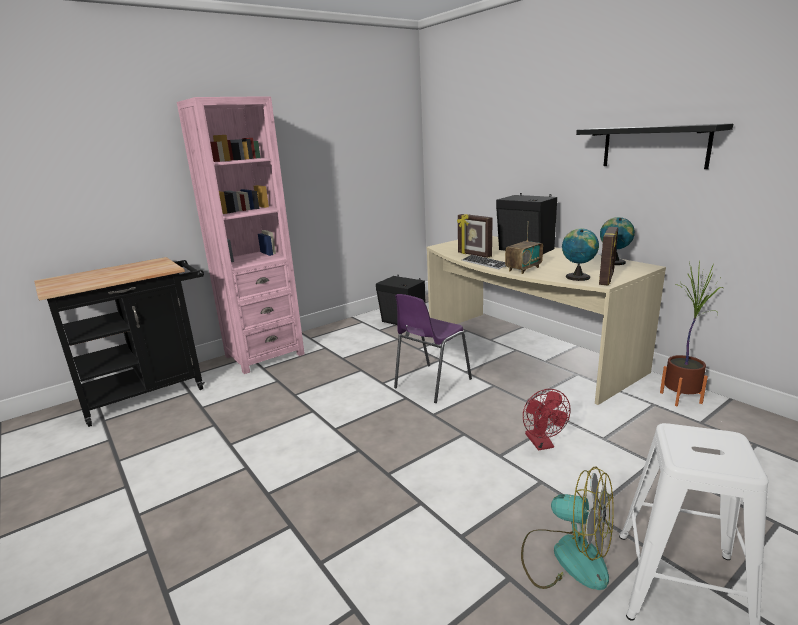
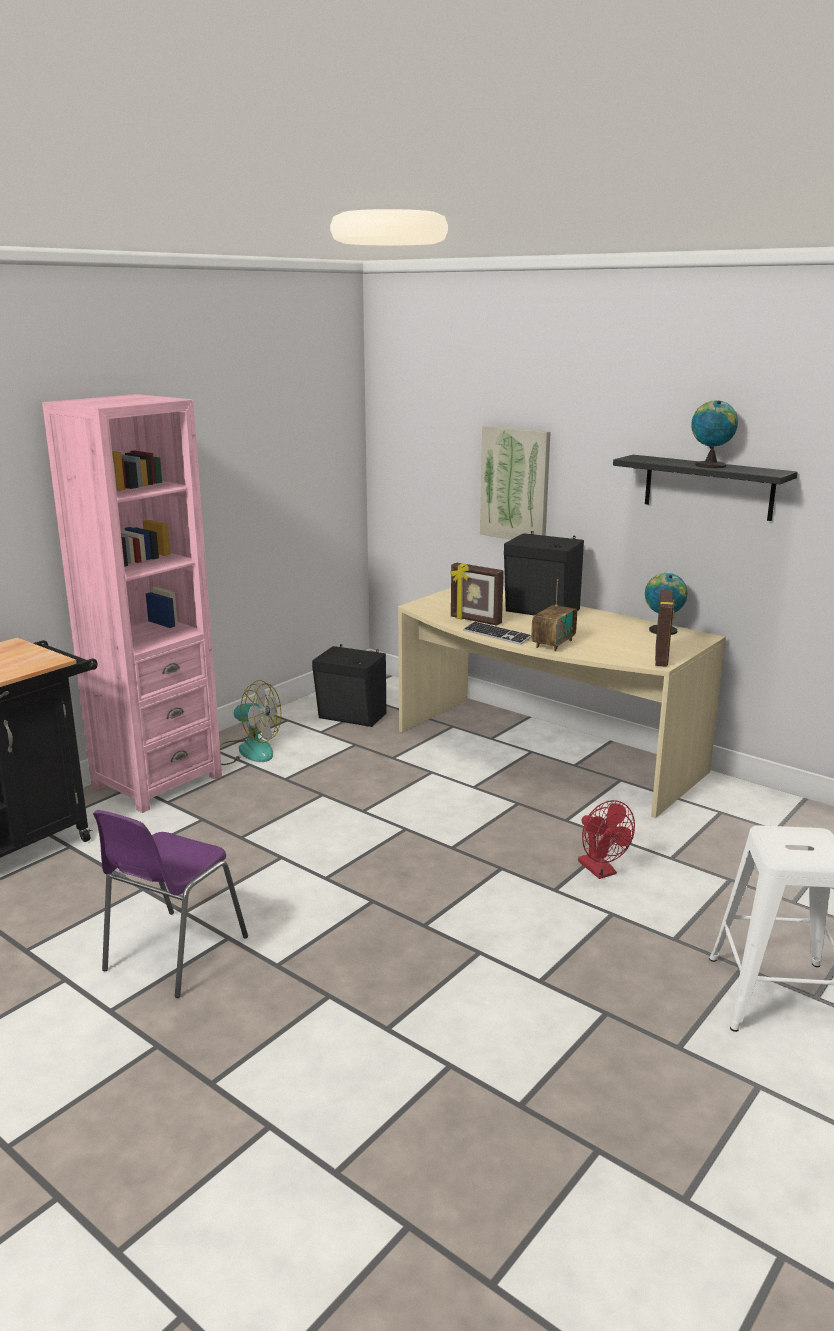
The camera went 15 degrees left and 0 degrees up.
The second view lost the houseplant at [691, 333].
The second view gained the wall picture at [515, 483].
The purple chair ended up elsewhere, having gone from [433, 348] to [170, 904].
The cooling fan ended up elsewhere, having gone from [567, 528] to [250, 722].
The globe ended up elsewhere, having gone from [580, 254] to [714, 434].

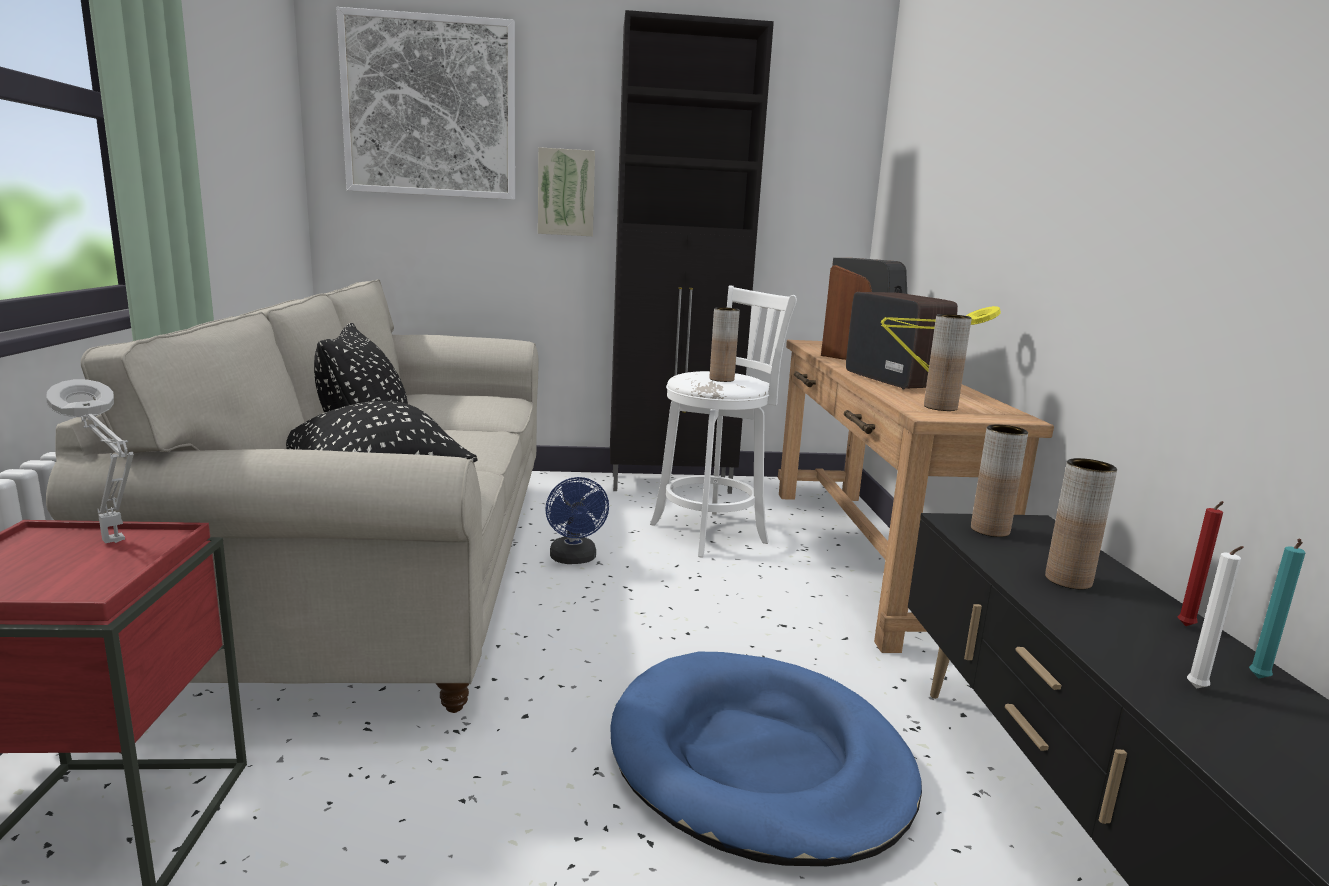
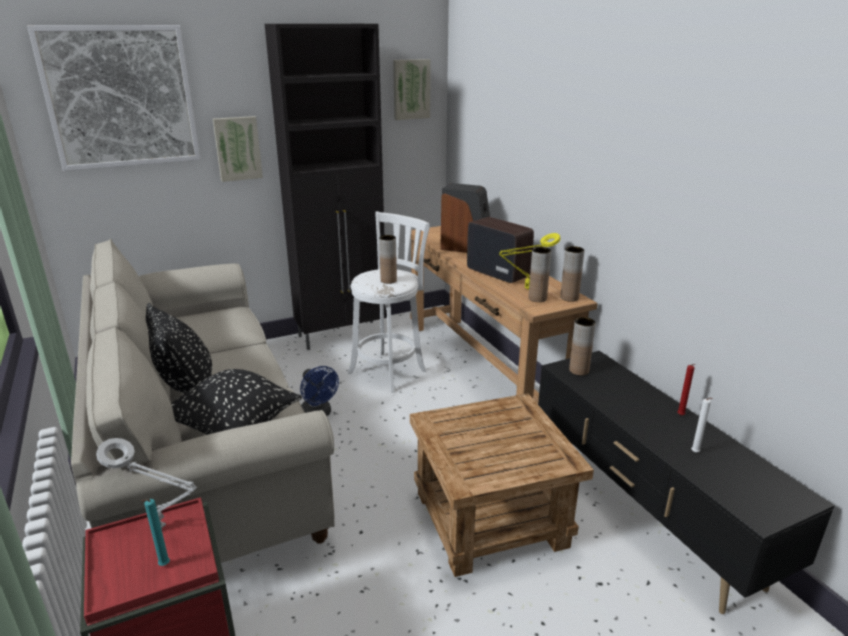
The camera went 20 degrees left and 10 degrees up.
The second view gained the wall picture at [411, 89].
The brown vase ended up elsewhere, having gone from [1081, 524] to [572, 274].
The blue-green wax candle ended up elsewhere, having gone from [1277, 608] to [155, 532].
Where the blue-coloured dog cushion stood at [766, 759], the brown side table came to stand at [502, 485].

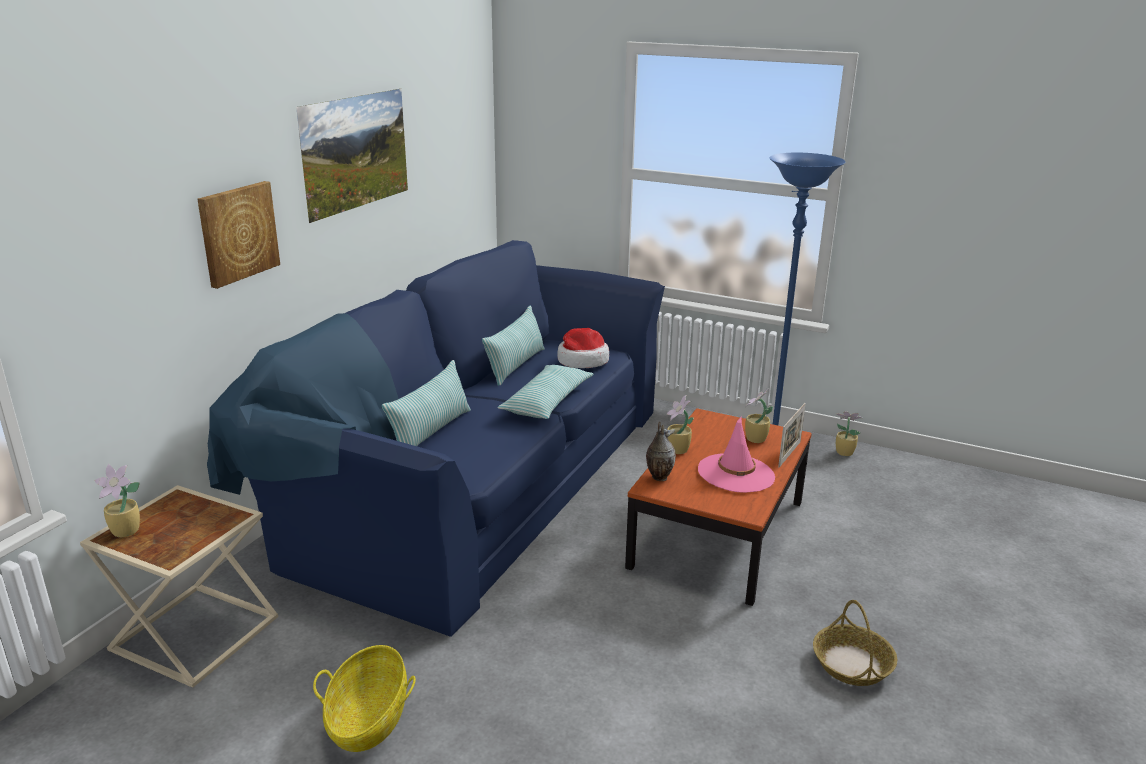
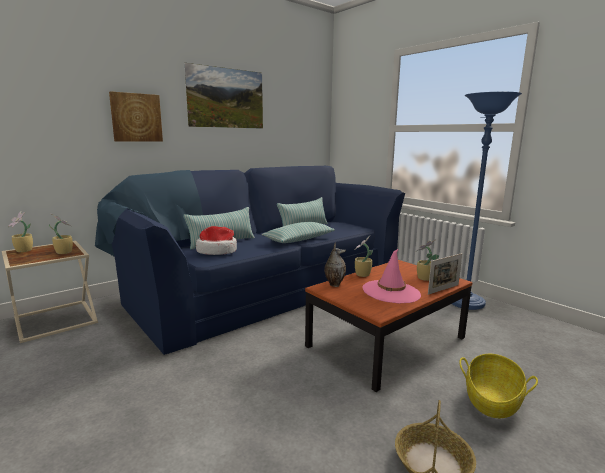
The camera went 25 degrees right and 10 degrees down.
The basket ended up elsewhere, having gone from [364, 698] to [498, 386].
The wearable hat ended up elsewhere, having gone from [583, 348] to [216, 240].
The houseplant ended up elsewhere, having gone from [849, 433] to [61, 234].

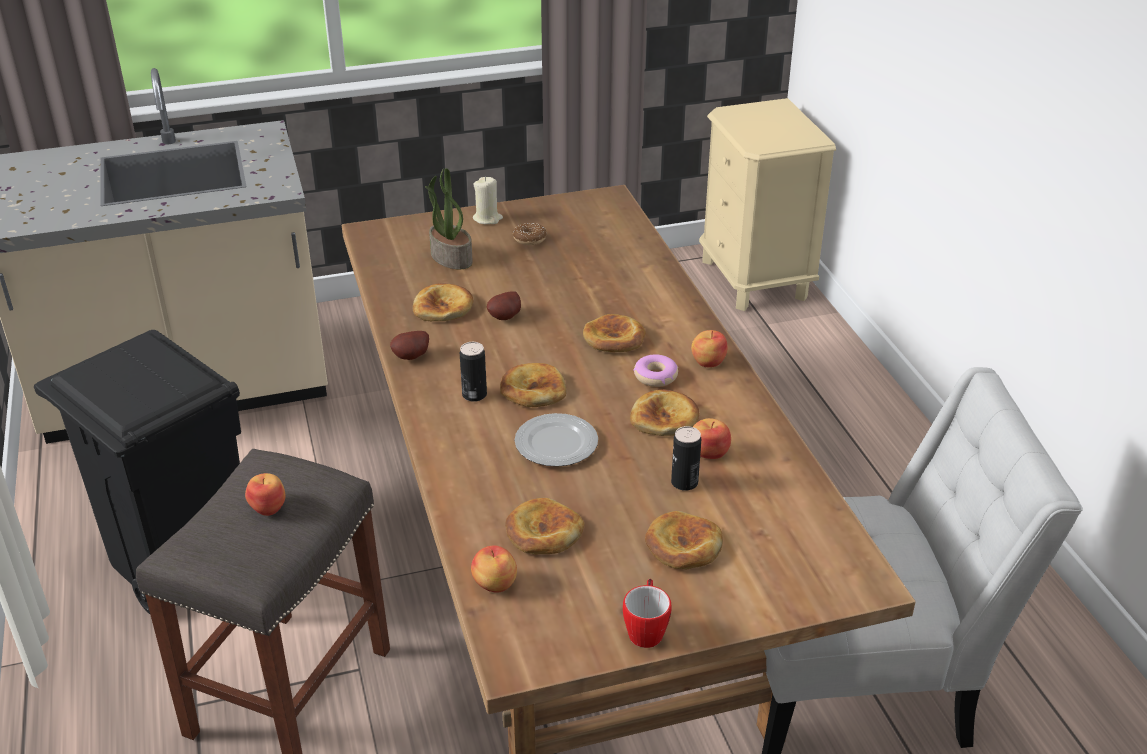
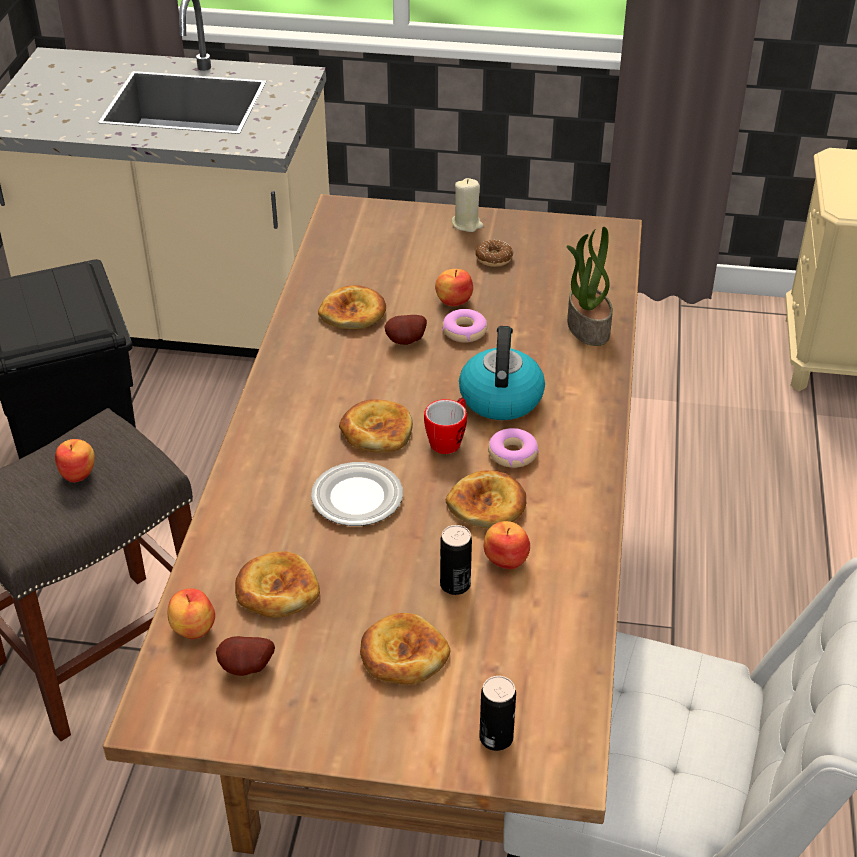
The camera went 25 degrees right and 5 degrees up.
The second view gained the ring doughnut at [465, 326].
The spud ended up elsewhere, having gone from [409, 345] to [245, 656].
The houseplant ended up elsewhere, having gone from [449, 218] to [590, 286].
The sealed can ended up elsewhere, having gone from [473, 372] to [497, 713].
The tea mug ended up elsewhere, having gone from [647, 613] to [445, 426].
The apple fruit ended up elsewhere, having gone from [709, 349] to [454, 287].
Where the bakery bread stood at [614, 333], the water kettle came to stand at [502, 373].

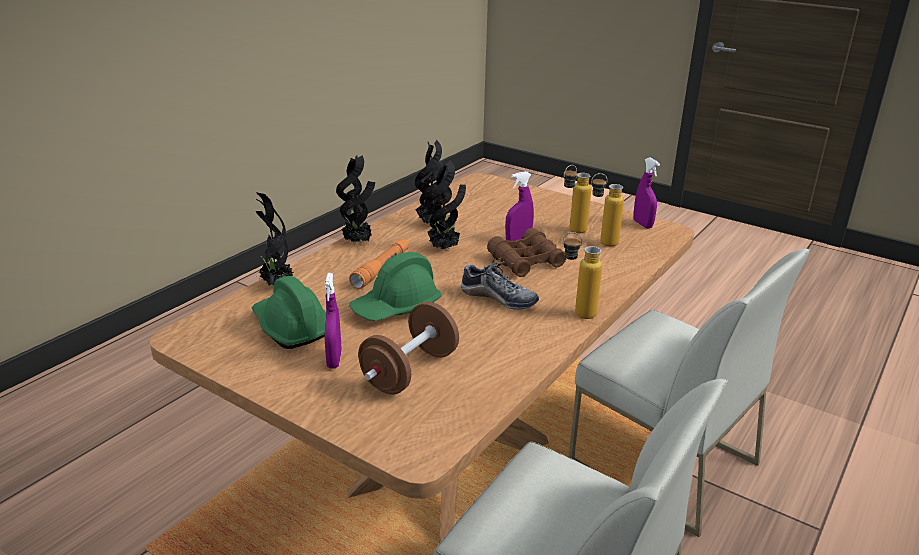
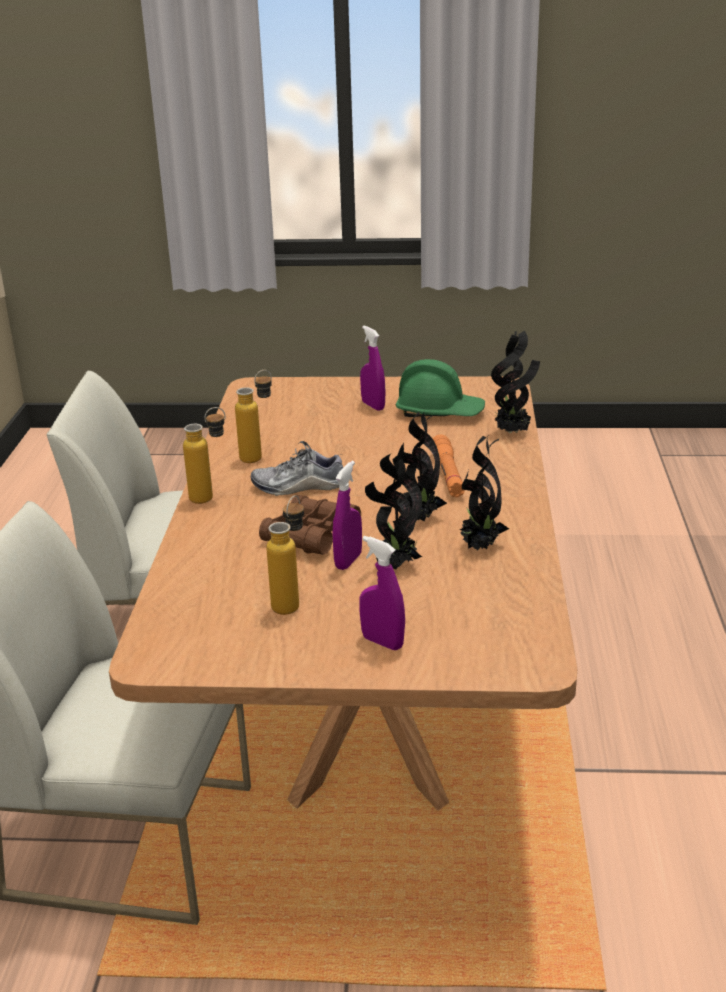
The camera went 150 degrees right and 0 degrees up.
The second view lost the green work helmet at [395, 286].
The second view lost the brown free weight at [408, 348].
The houseplant ended up elsewhere, having gone from [355, 199] to [393, 511].
The beverage bottle ended up elsewhere, having gone from [607, 209] to [253, 416].
The purple spray bottle ended up elsewhere, having gone from [646, 192] to [382, 593].

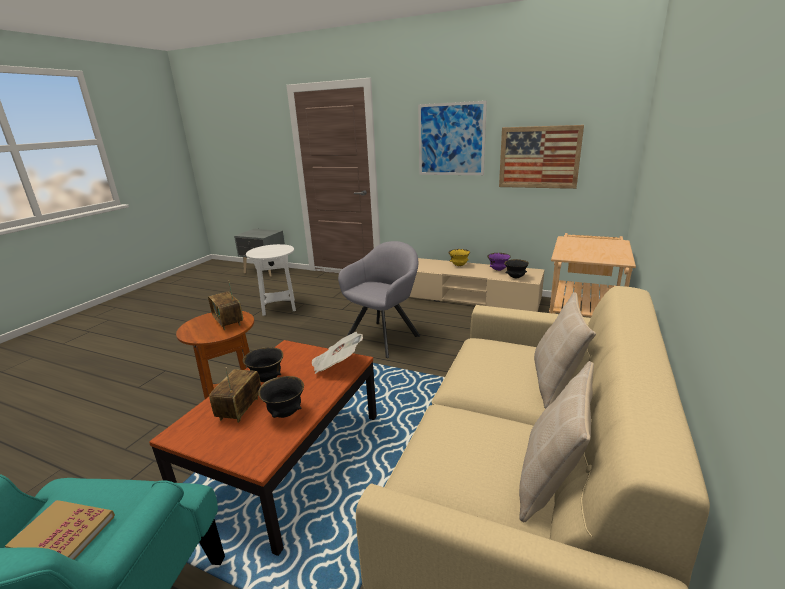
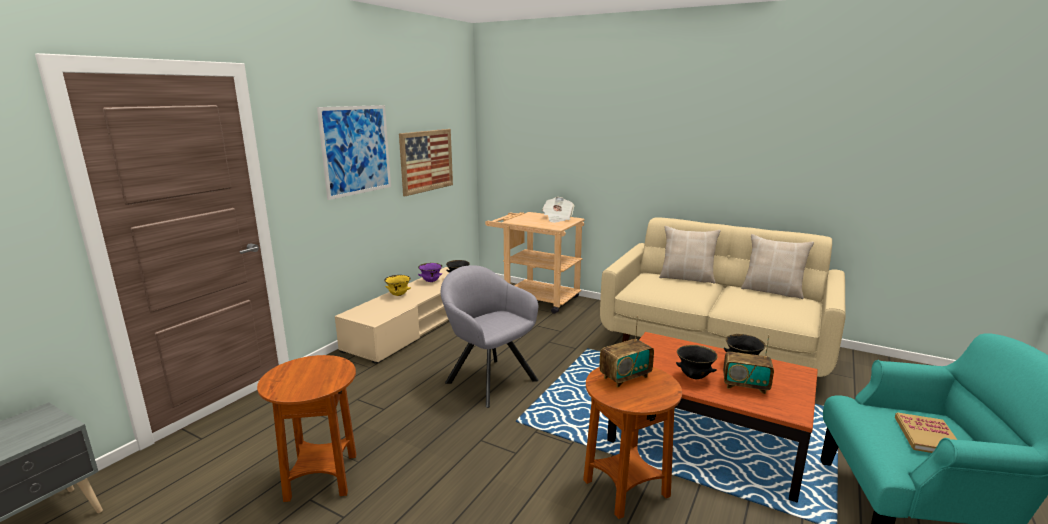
The camera went 85 degrees left and 5 degrees down.
The daily paper ended up elsewhere, having gone from [337, 353] to [558, 210].
What was the white side table at [271, 280] turned into the brown side table at [306, 428].

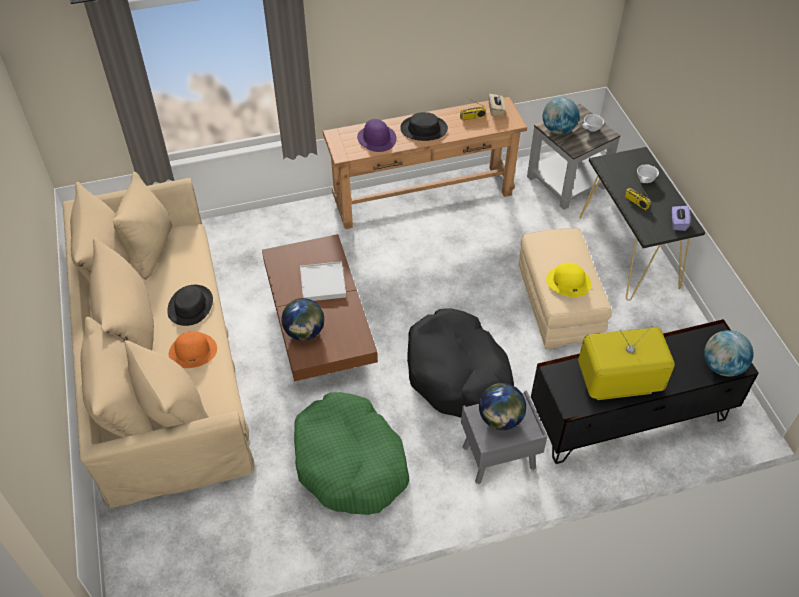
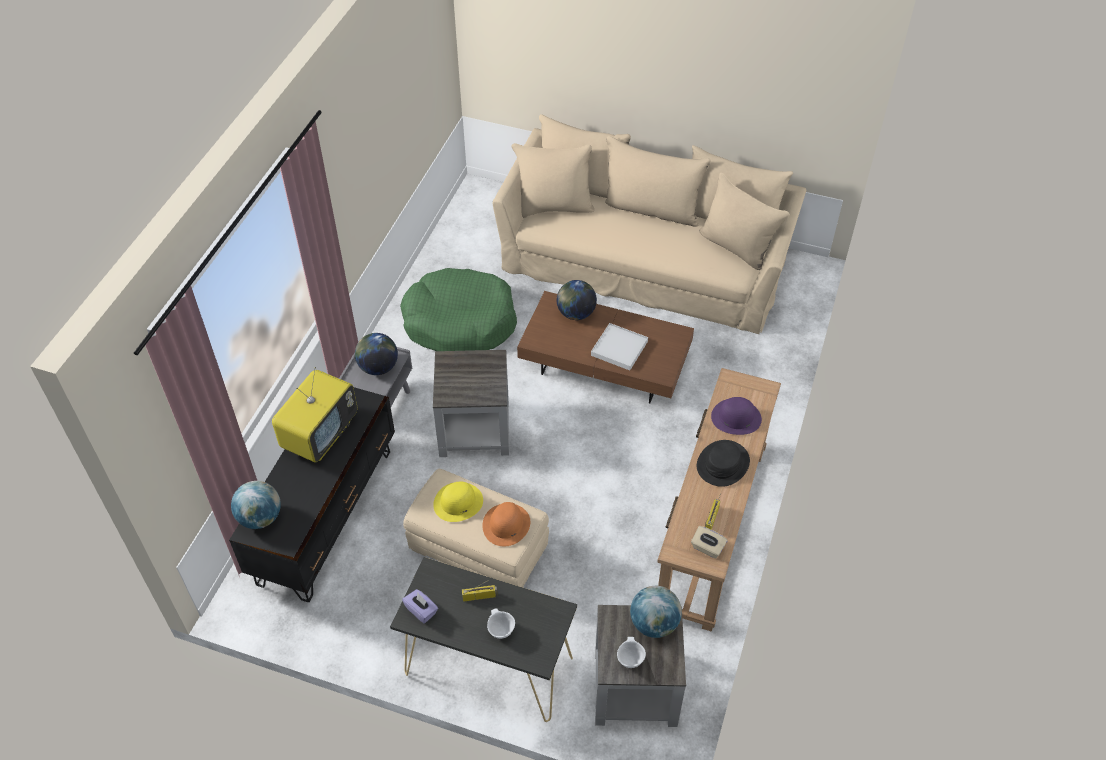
The camera went 125 degrees right and 0 degrees up.
The second view lost the black wearable hat at [190, 305].
The orange-coloured wearable hat ended up elsewhere, having gone from [193, 349] to [506, 524].
Where the black dog cushion stood at [460, 363], the grey side table came to stand at [471, 403].

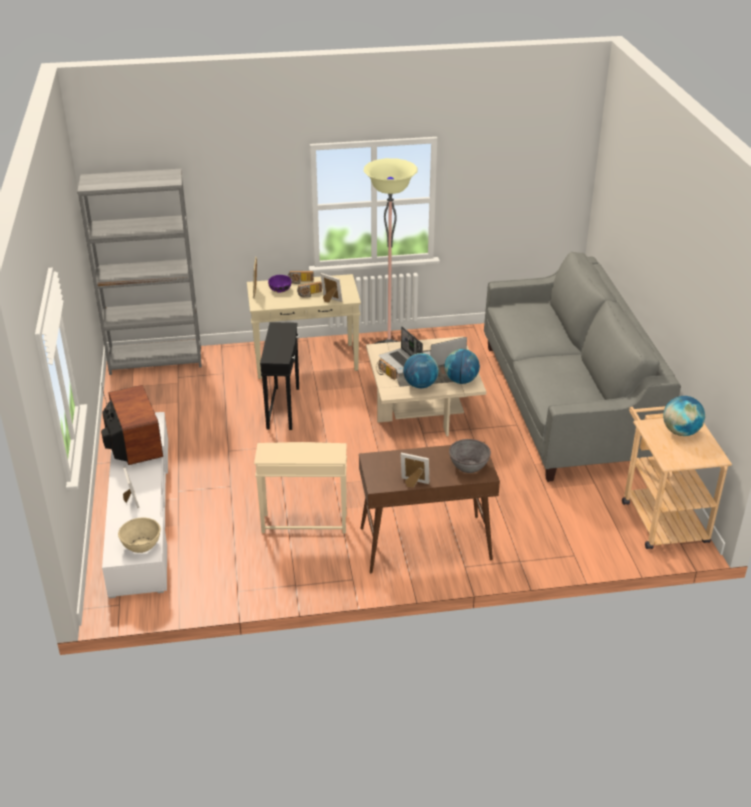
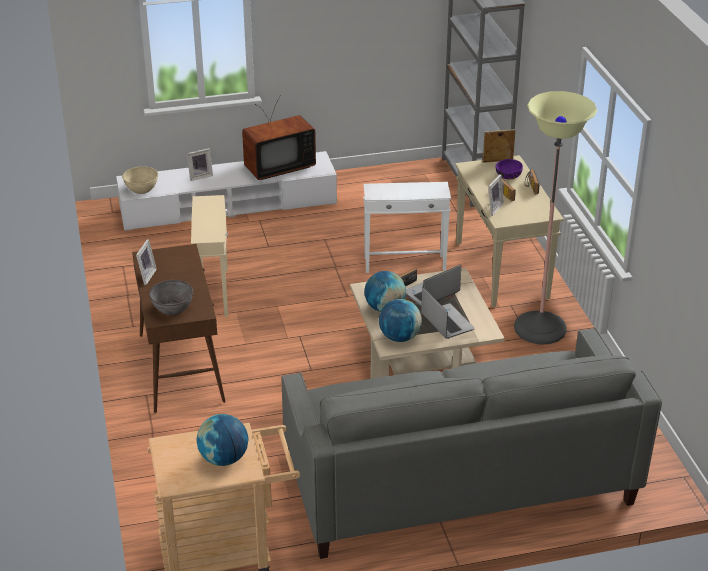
The camera went 85 degrees right and 0 degrees up.
What was the black side table at [279, 376] turned into the white side table at [407, 227].

